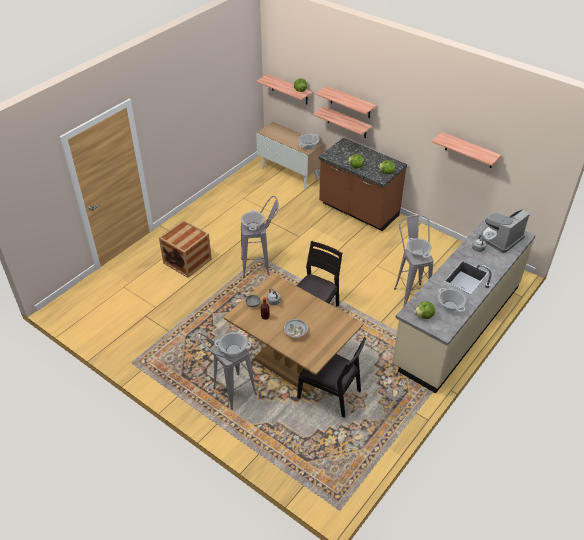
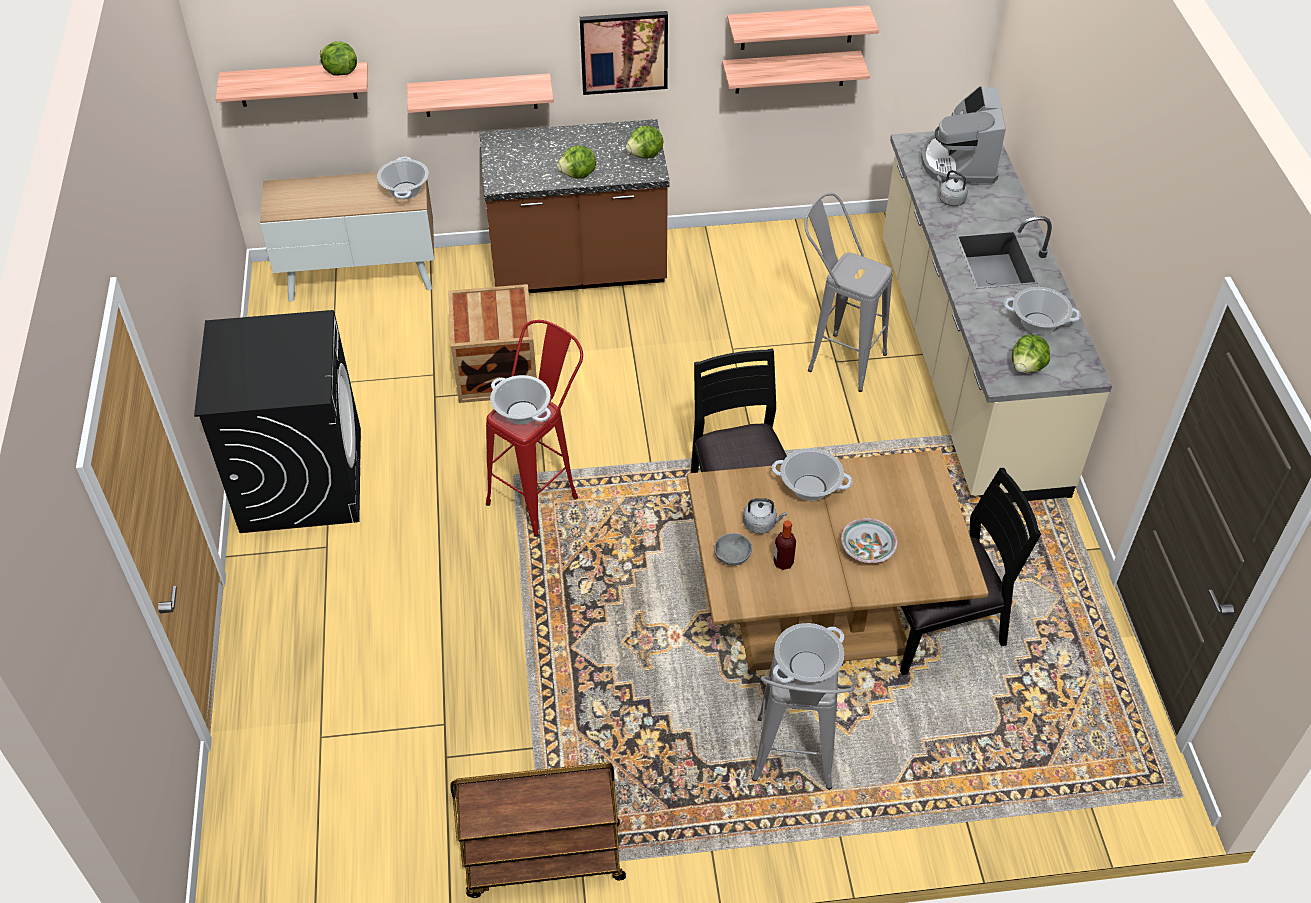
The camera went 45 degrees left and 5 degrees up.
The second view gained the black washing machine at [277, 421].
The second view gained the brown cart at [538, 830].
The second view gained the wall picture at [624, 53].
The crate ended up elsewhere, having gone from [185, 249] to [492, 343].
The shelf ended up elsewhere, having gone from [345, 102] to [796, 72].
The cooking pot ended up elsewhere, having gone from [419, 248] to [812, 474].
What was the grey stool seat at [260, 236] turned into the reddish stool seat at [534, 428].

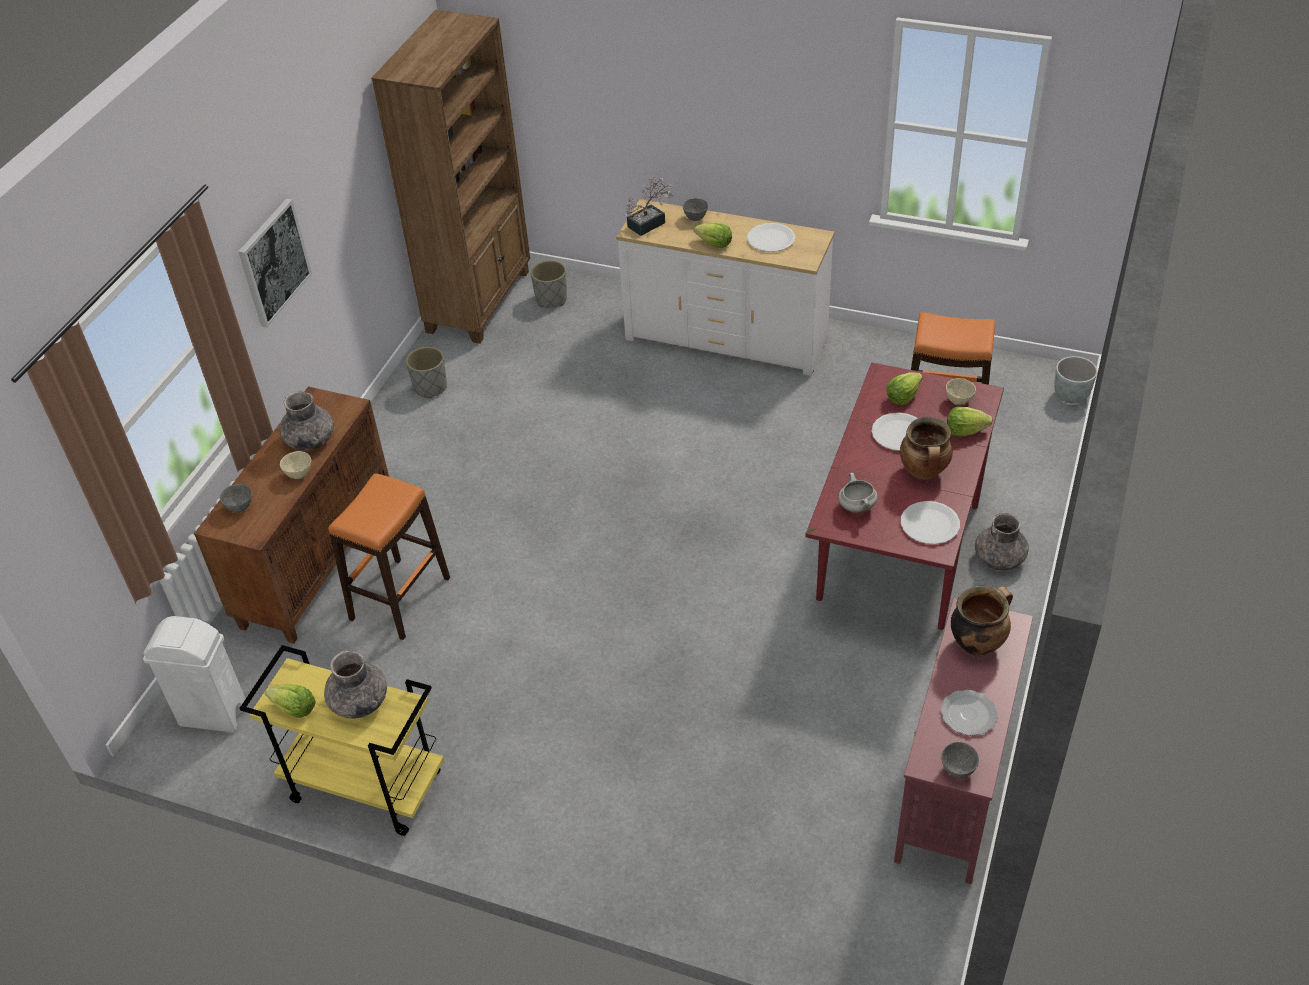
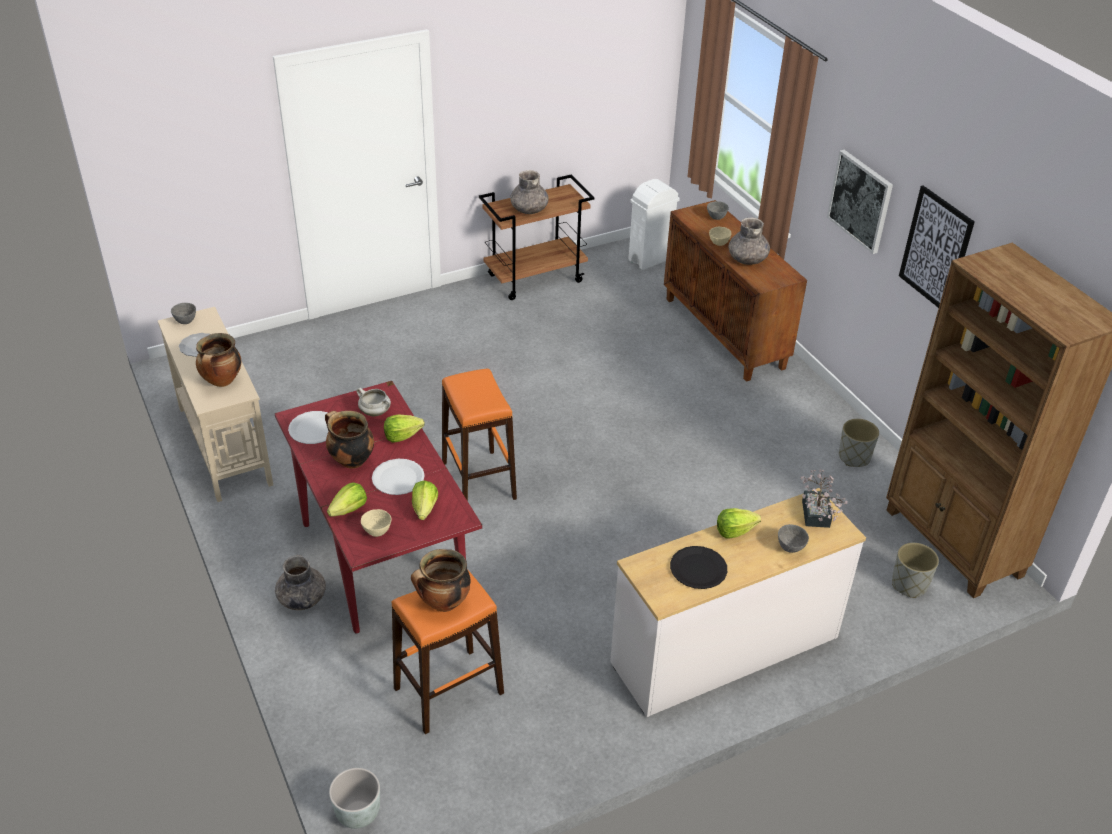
The camera went 130 degrees right and 5 degrees down.
The second view gained the cooking pot at [441, 580].
The second view gained the wall picture at [937, 247].
The lettuce head ended up elsewhere, having gone from [290, 701] to [404, 428].
The orange-coloured stool seat ended up elsewhere, having gone from [389, 556] to [479, 435].
What was the yellow-coloured cart at [341, 740] turned into the brown cart at [537, 237].
What was the white dinner plate at [771, 237] turned into the black dinner plate at [698, 567].
What was the reddish hall table at [963, 741] turned into the sand-coloured hall table at [215, 404].

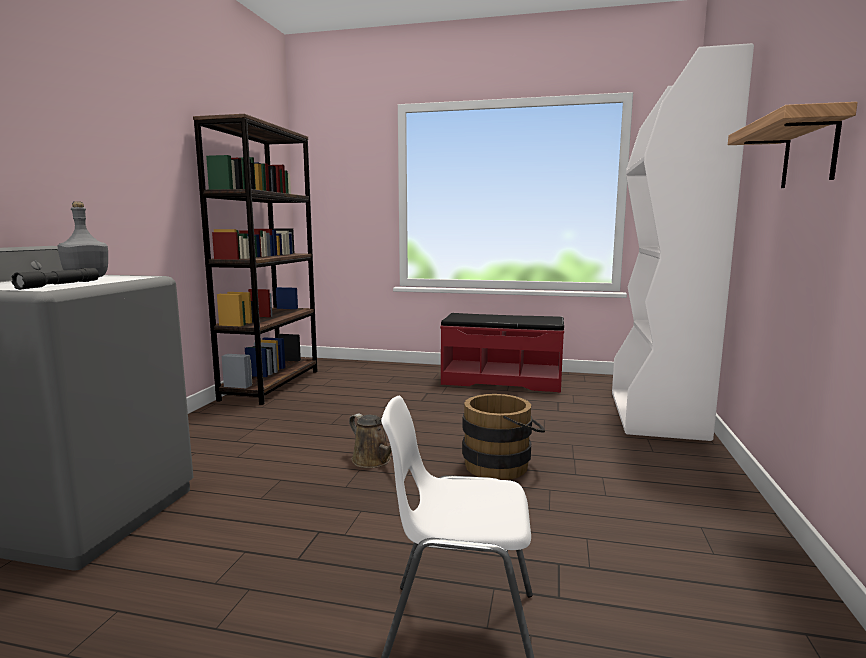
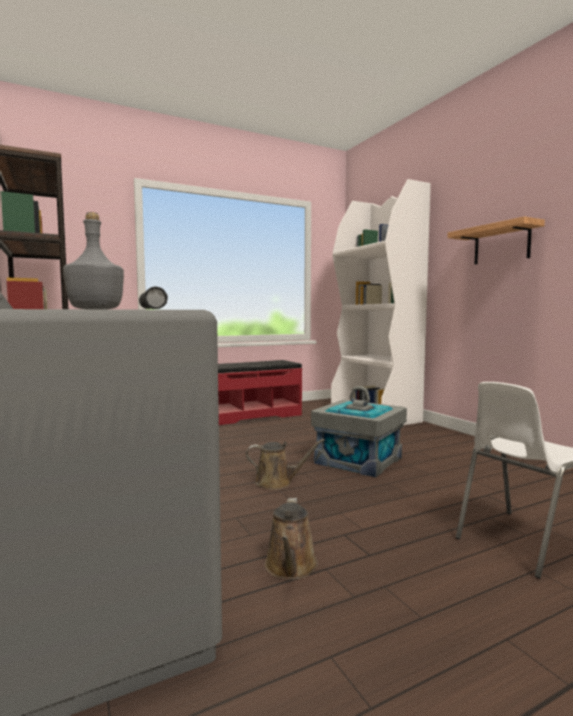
The camera went 40 degrees left and 5 degrees down.
The second view gained the brown watering pot at [291, 539].
Where the brown bucket stood at [503, 437], the grey storage bin came to stand at [359, 431].

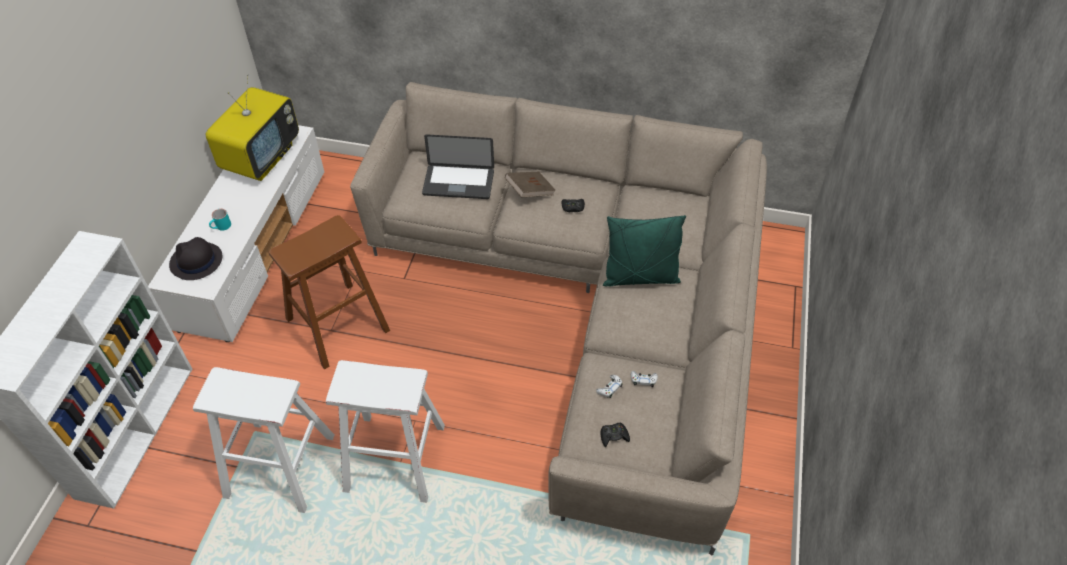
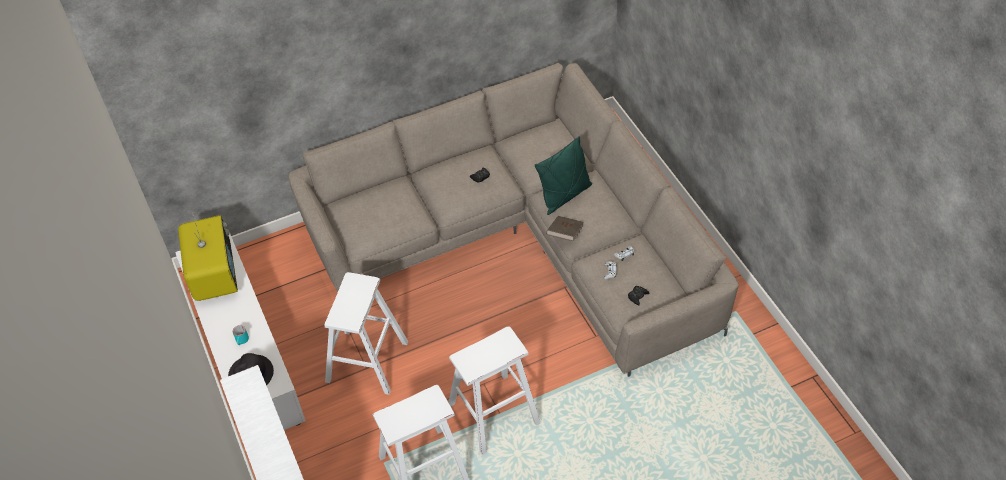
The camera went 35 degrees left and 0 degrees up.
The second view lost the portable computer at [458, 166].
The brown book ended up elsewhere, having gone from [530, 184] to [565, 228].
What was the brown stool seat at [329, 292] turned into the white stool seat at [366, 333].

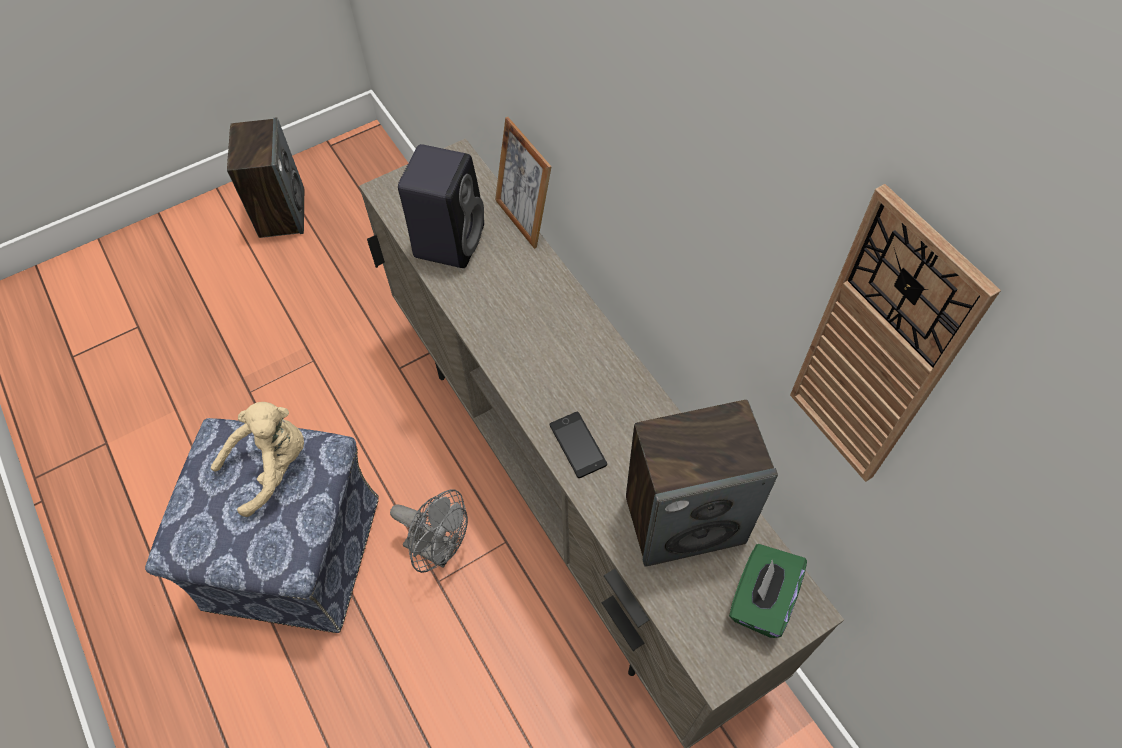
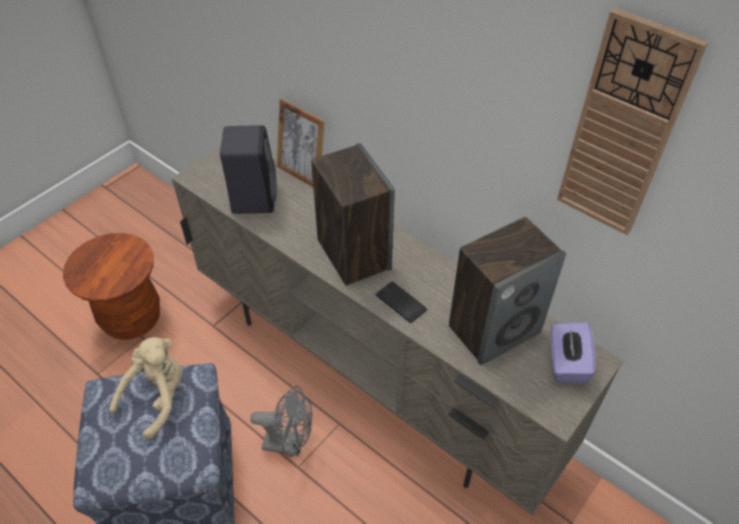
The camera went 20 degrees left and 10 degrees down.
The second view gained the brown stool seat at [111, 286].
The loudspeaker ended up elsewhere, having gone from [265, 178] to [353, 214].
What was the green tissue holder at [768, 591] turned into the purple tissue holder at [573, 353].

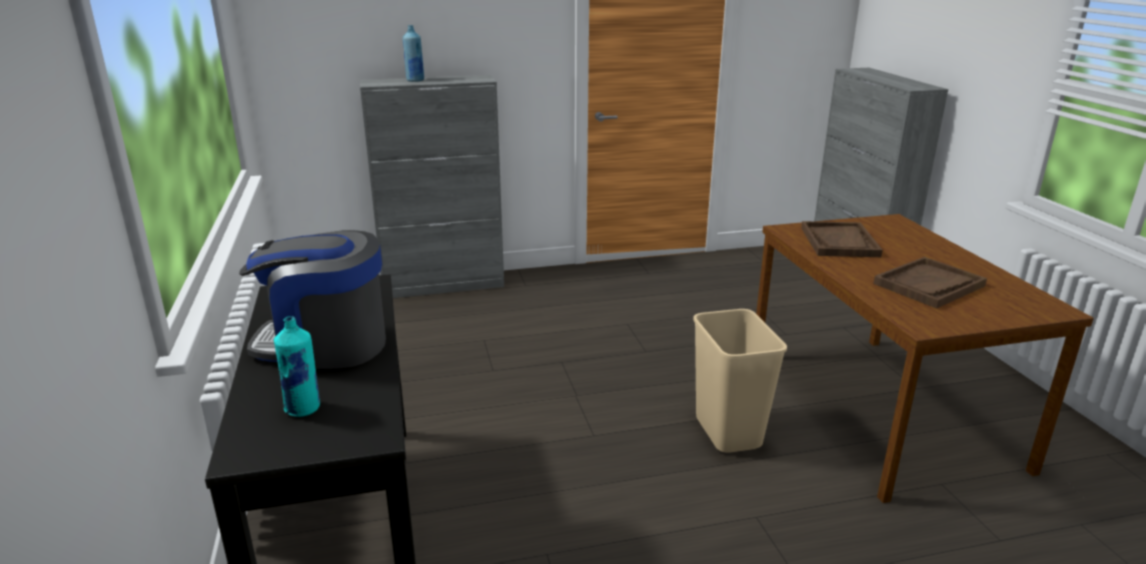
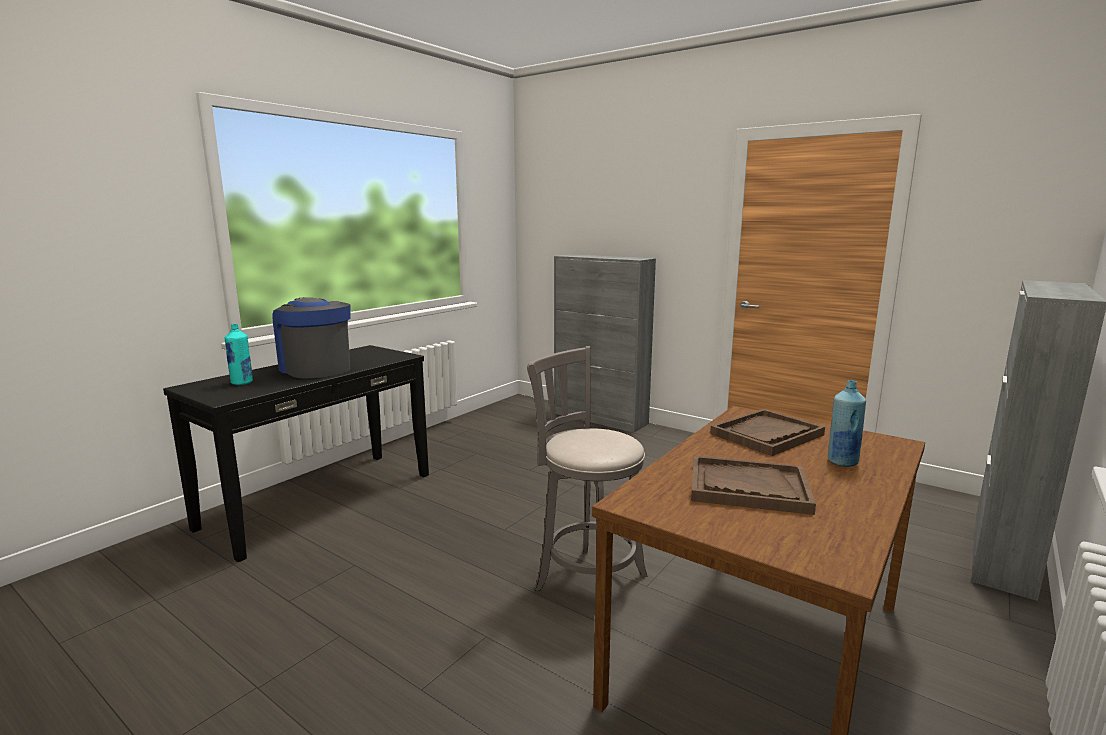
The camera went 50 degrees right and 10 degrees down.
The blue-coloured beverage bottle ended up elsewhere, having gone from [413, 53] to [847, 423].
Where the sand-coloured trash can stood at [740, 381], the grey stool seat came to stand at [587, 468].

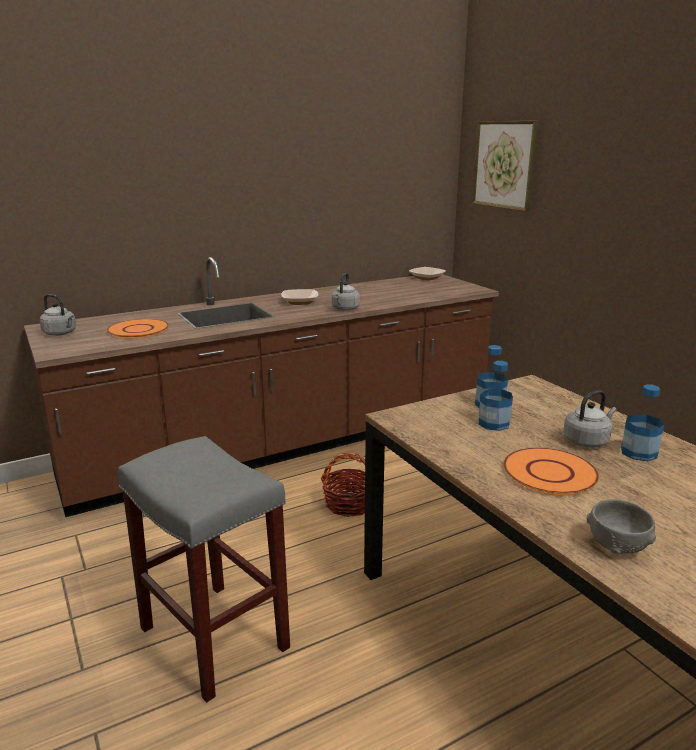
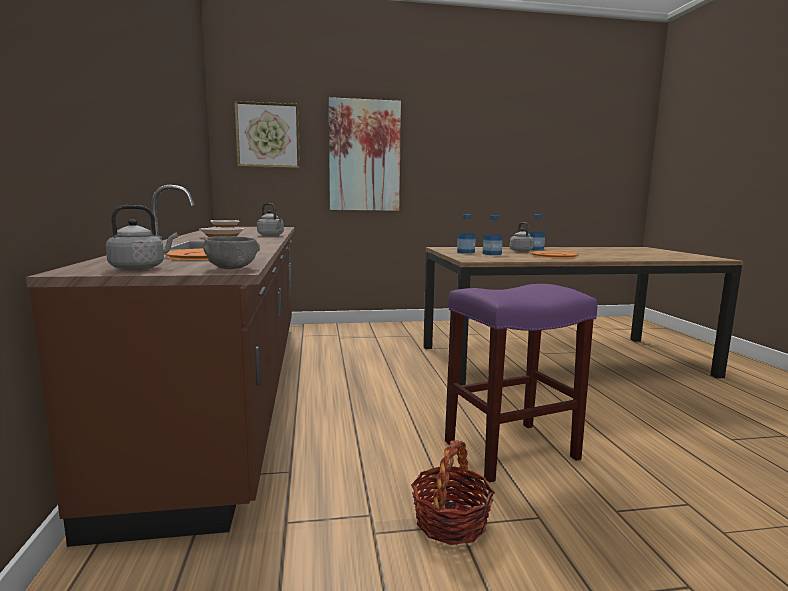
The camera went 70 degrees left and 10 degrees down.
The second view gained the wall picture at [365, 154].
The basket ended up elsewhere, having gone from [343, 485] to [453, 492].
The grey serving bowl ended up elsewhere, having gone from [621, 526] to [232, 252].
What was the grey stool seat at [204, 569] turned into the purple stool seat at [521, 383].

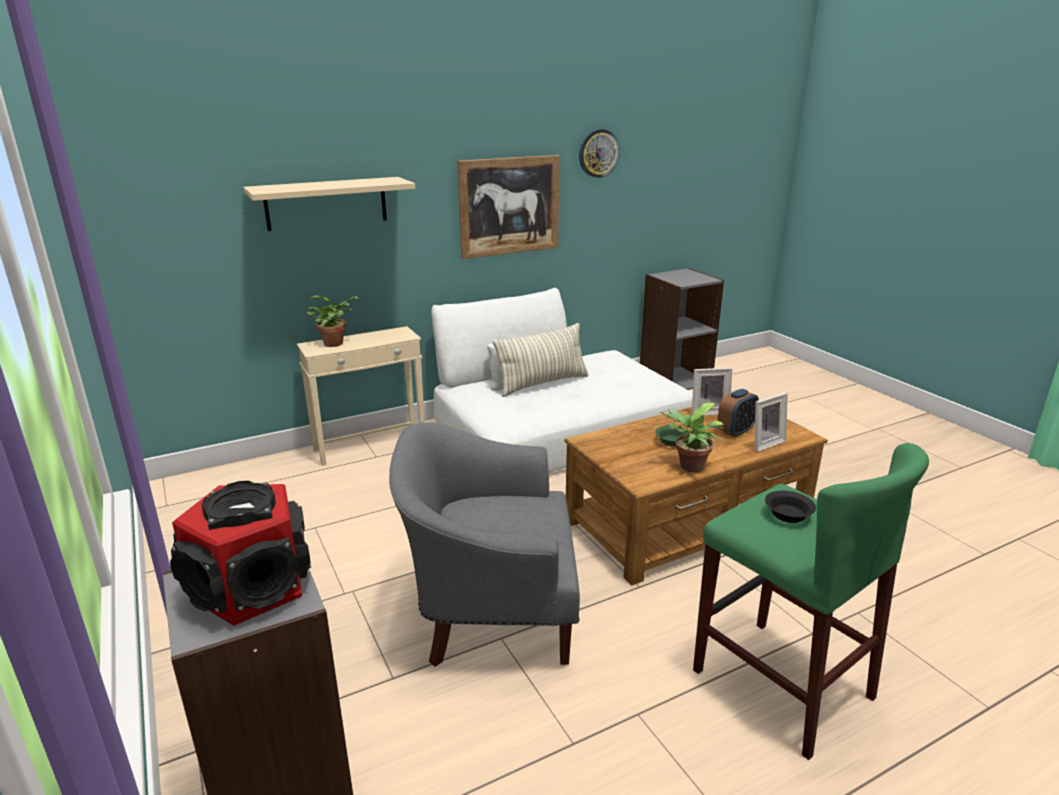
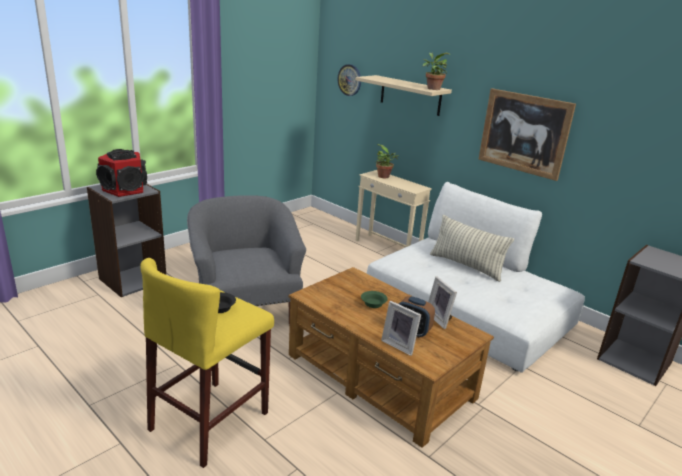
The camera went 70 degrees right and 0 degrees up.
The hanging clock ended up elsewhere, having gone from [599, 153] to [349, 80].
The houseplant ended up elsewhere, having gone from [691, 437] to [435, 71].
What was the green stool seat at [811, 601] turned into the yellow-coloured stool seat at [207, 363].

